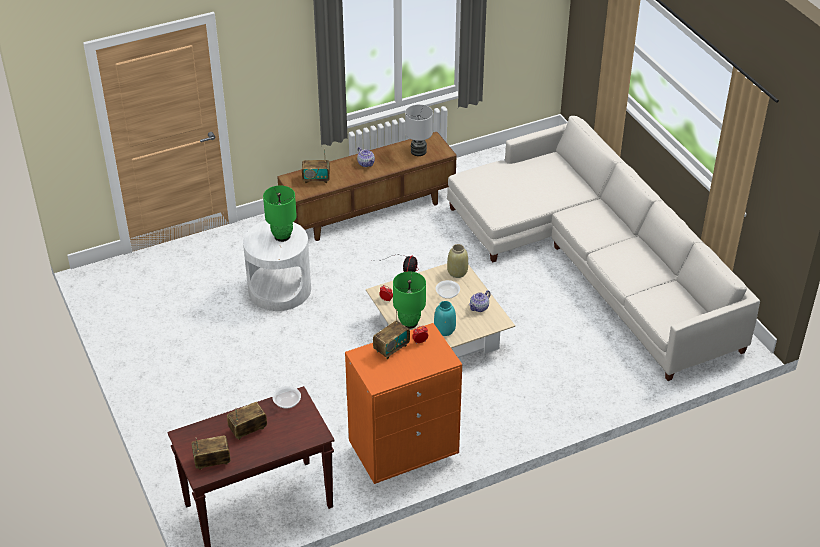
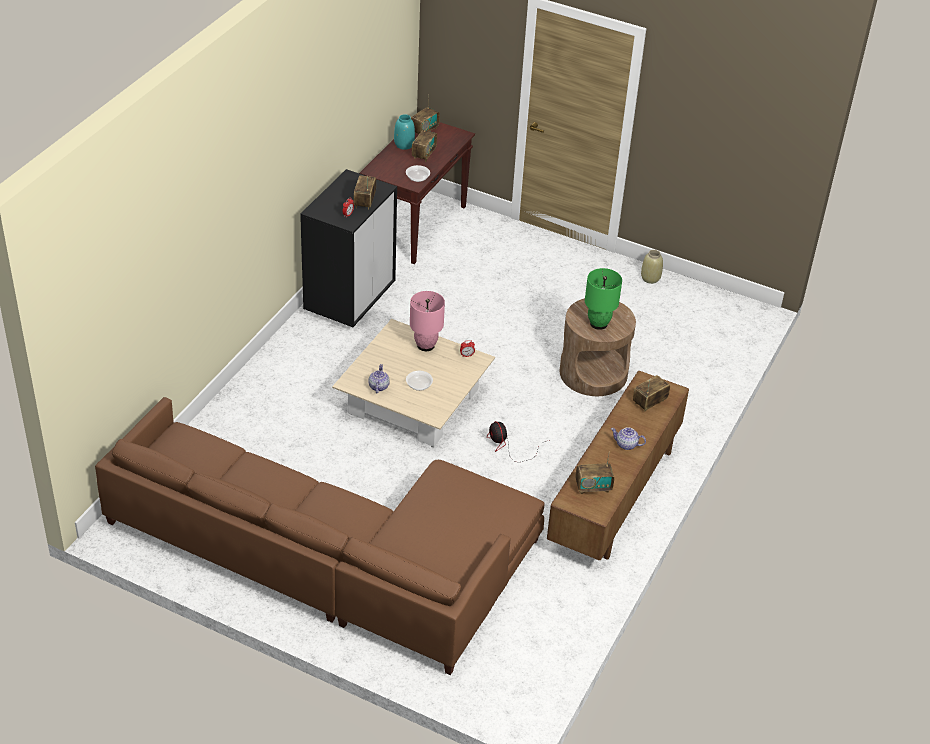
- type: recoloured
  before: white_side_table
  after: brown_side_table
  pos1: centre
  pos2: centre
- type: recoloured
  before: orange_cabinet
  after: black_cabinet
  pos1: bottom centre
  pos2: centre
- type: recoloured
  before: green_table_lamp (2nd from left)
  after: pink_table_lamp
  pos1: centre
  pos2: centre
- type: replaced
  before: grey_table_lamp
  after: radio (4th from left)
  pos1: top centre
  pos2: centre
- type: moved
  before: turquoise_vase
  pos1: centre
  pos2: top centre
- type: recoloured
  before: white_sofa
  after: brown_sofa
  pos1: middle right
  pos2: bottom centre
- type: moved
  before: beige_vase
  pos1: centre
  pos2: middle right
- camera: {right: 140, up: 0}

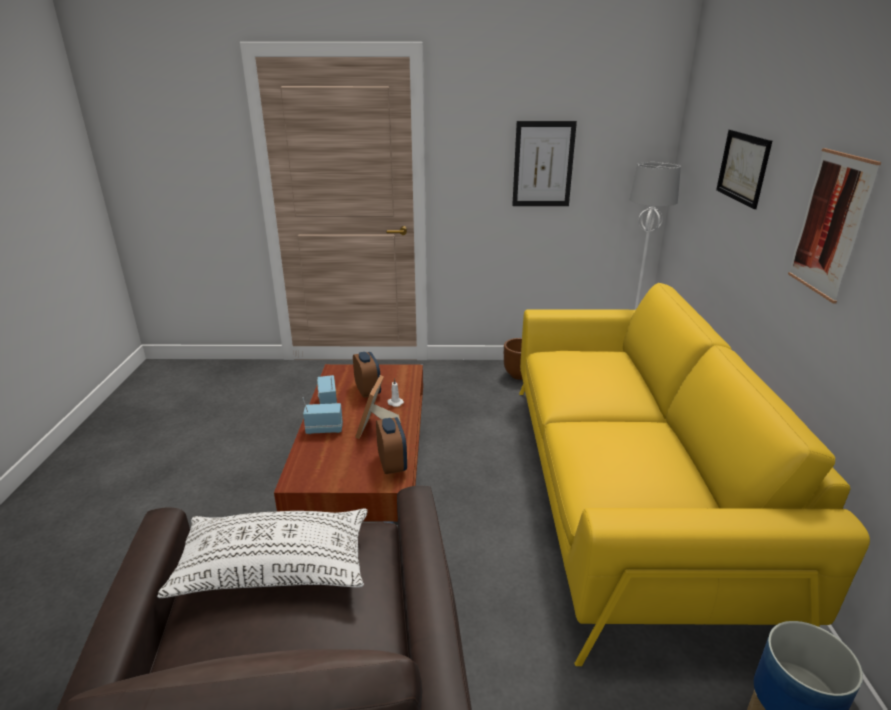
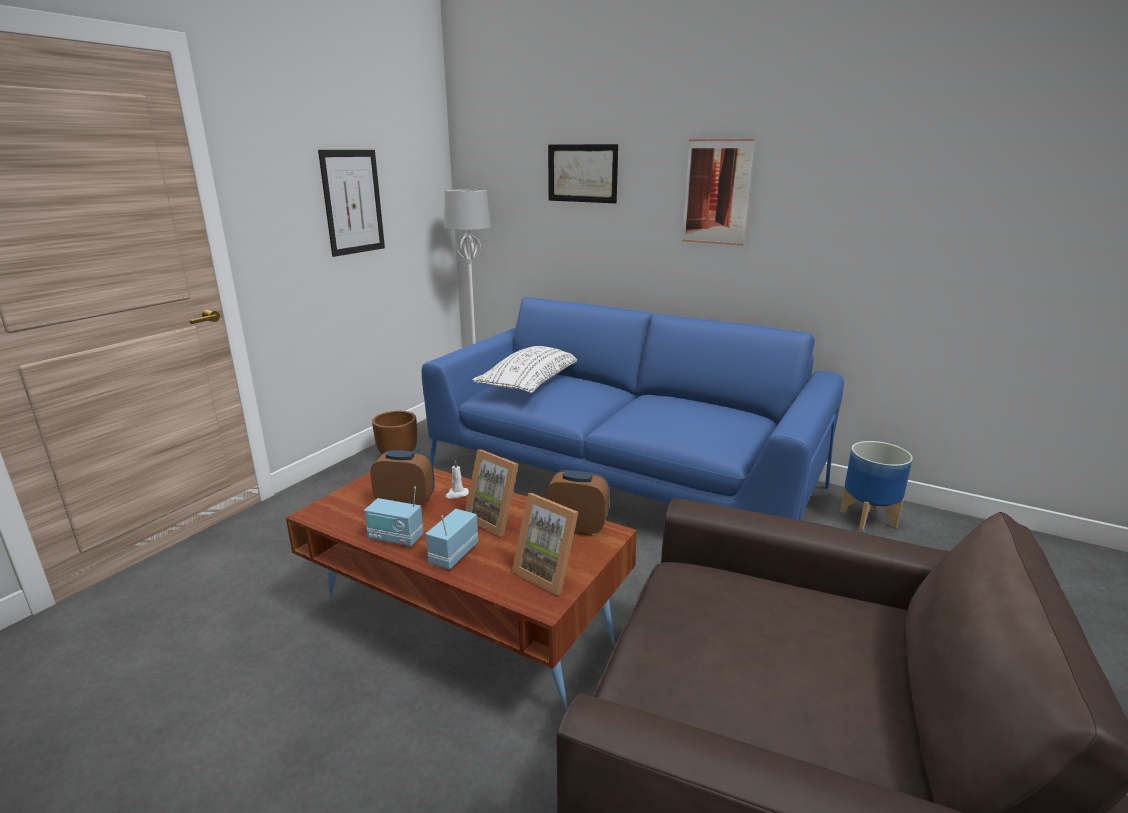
- type: moved
  before: white_pillow
  pos1: bottom left
  pos2: centre
- type: recoloured
  before: yellow_sofa
  after: blue_sofa
  pos1: bottom right
  pos2: centre
- type: added
  after: picture_frame (2nd from left)
  pos2: bottom centre
- camera: {right: -60, up: -5}

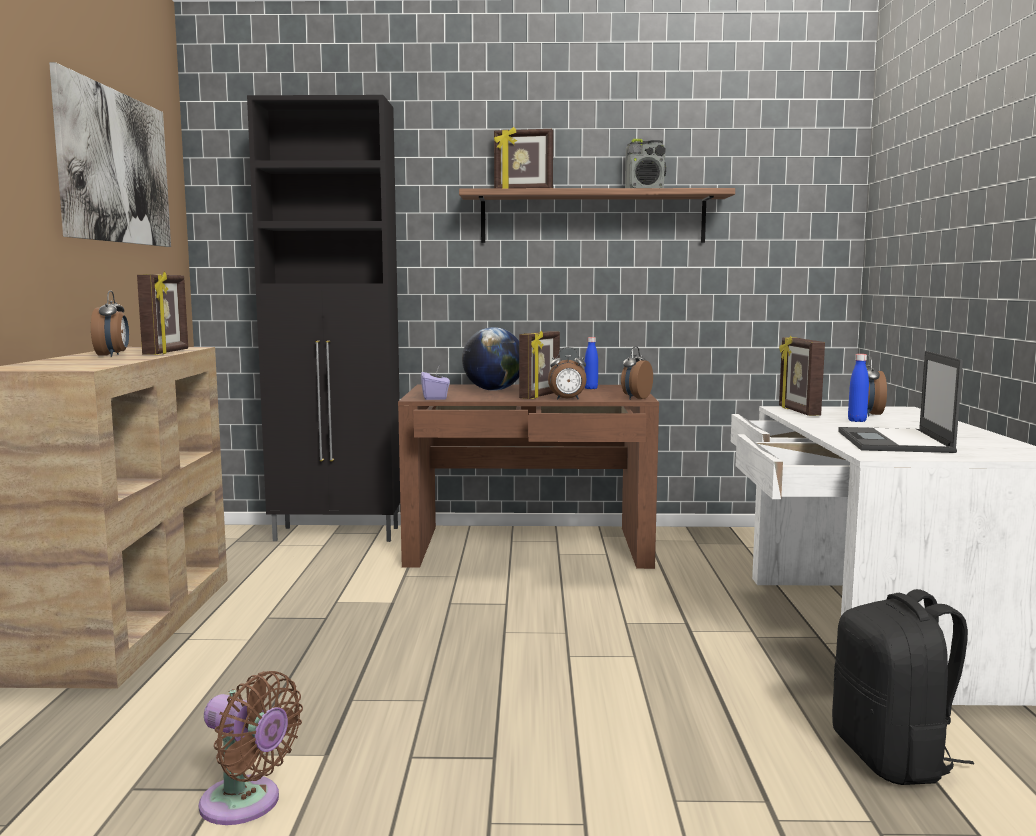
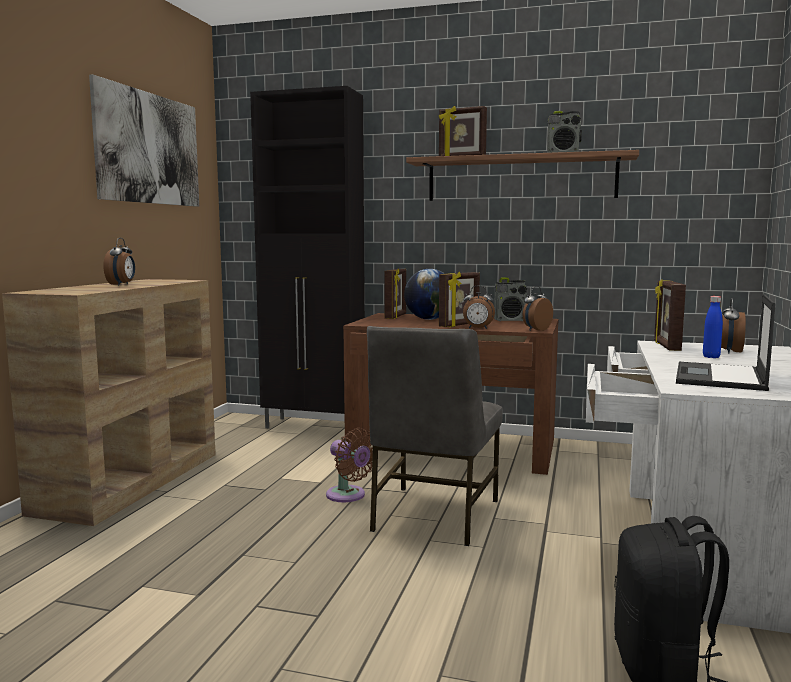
- type: moved
  before: picture_frame (1st from left)
  pos1: middle left
  pos2: centre
- type: moved
  before: brown_fan
  pos1: bottom left
  pos2: bottom centre
- type: removed
  before: purple_tissue_box
  pos1: centre
- type: replaced
  before: blue_bottle (1st from left)
  after: radio (1st from left)
  pos1: centre
  pos2: centre
- type: added
  after: grey_chair
  pos2: centre
- camera: {right: 15, up: 0}

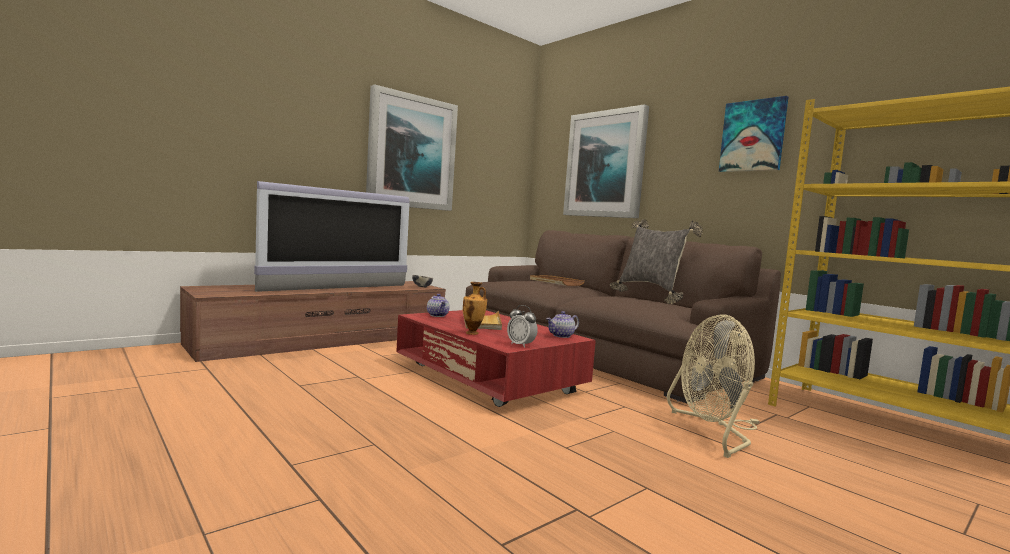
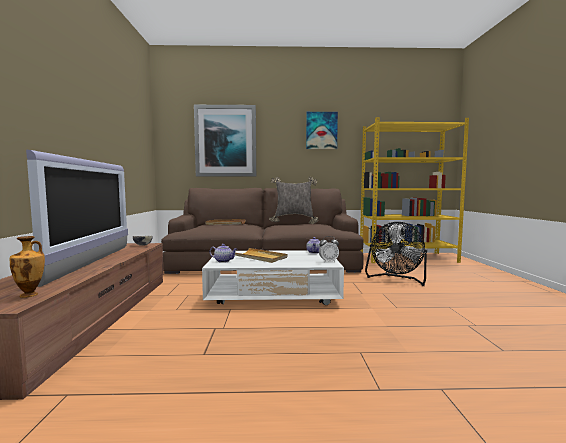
- type: removed
  before: picture (1st from left)
  pos1: top centre
- type: recoloured
  before: red_coffee_table
  after: white_coffee_table
  pos1: centre
  pos2: centre
- type: moved
  before: vase
  pos1: centre
  pos2: middle left
- type: recoloured
  before: beige_fan
  after: black_fan
  pos1: bottom right
  pos2: middle right
- camera: {right: -50, up: 0}

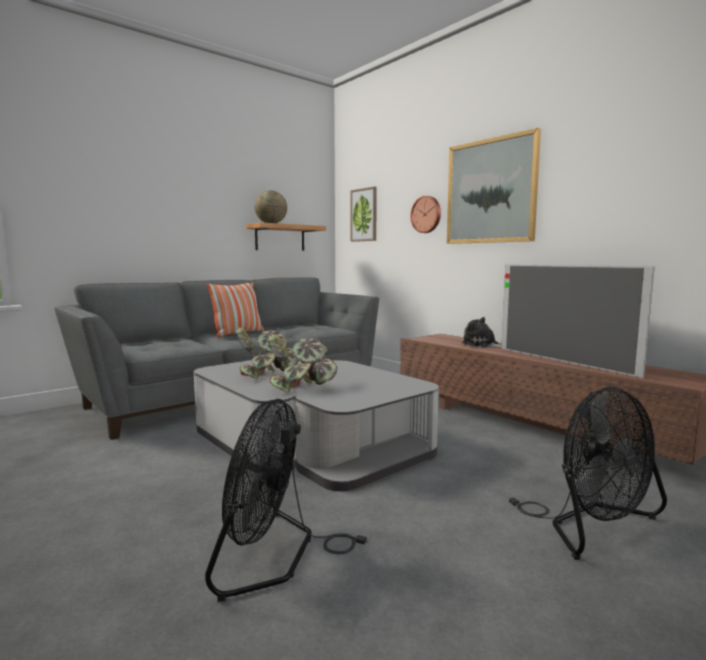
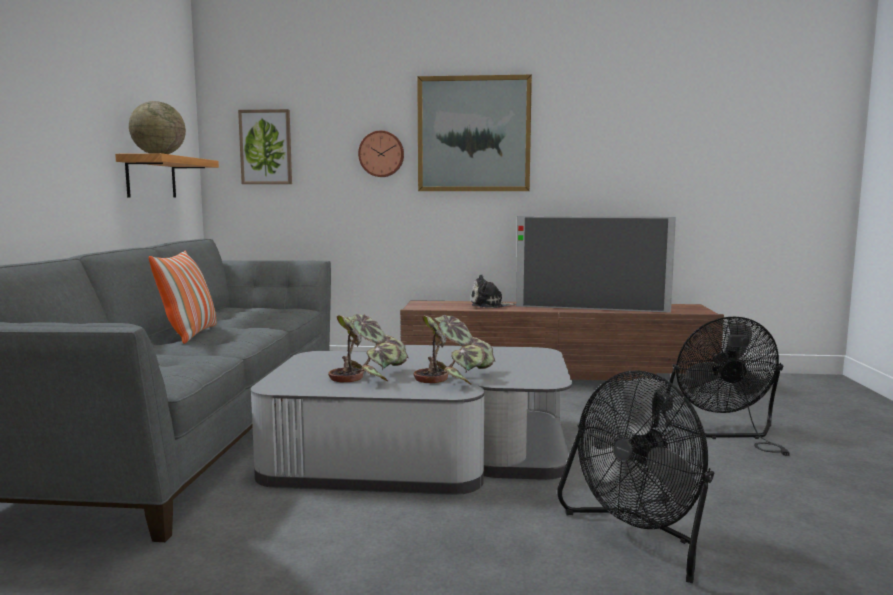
- type: turned
  before: black_fan (2nd from left)
  pos1: bottom right
  pos2: middle right
  turn: -105
- camera: {right: -45, up: 0}

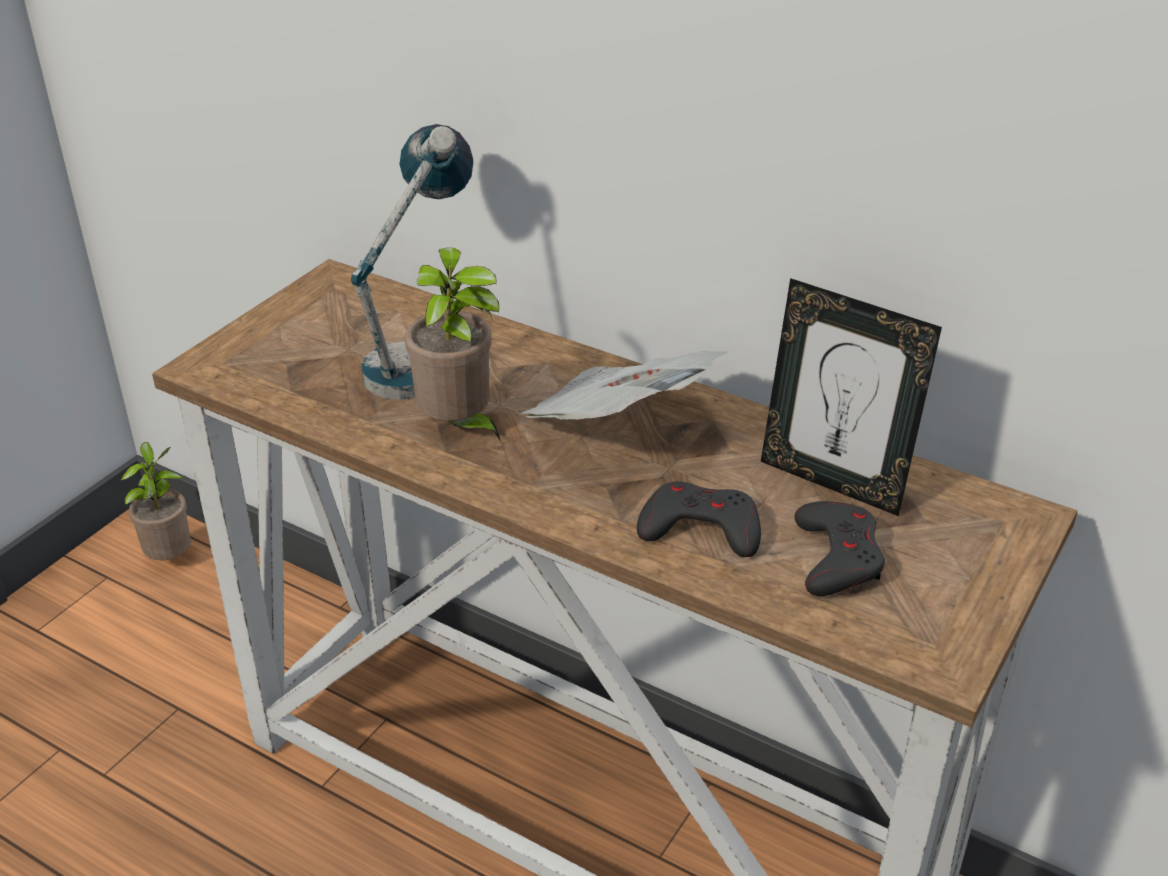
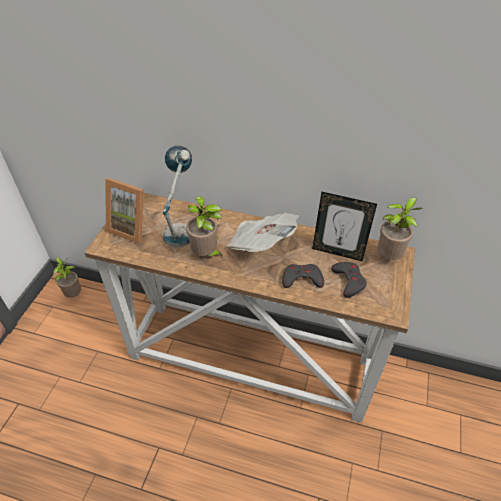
- type: added
  after: picture_frame (1st from left)
  pos2: middle left
- type: added
  after: potted_plant (3rd from left)
  pos2: middle right
- camera: {right: -15, up: 10}

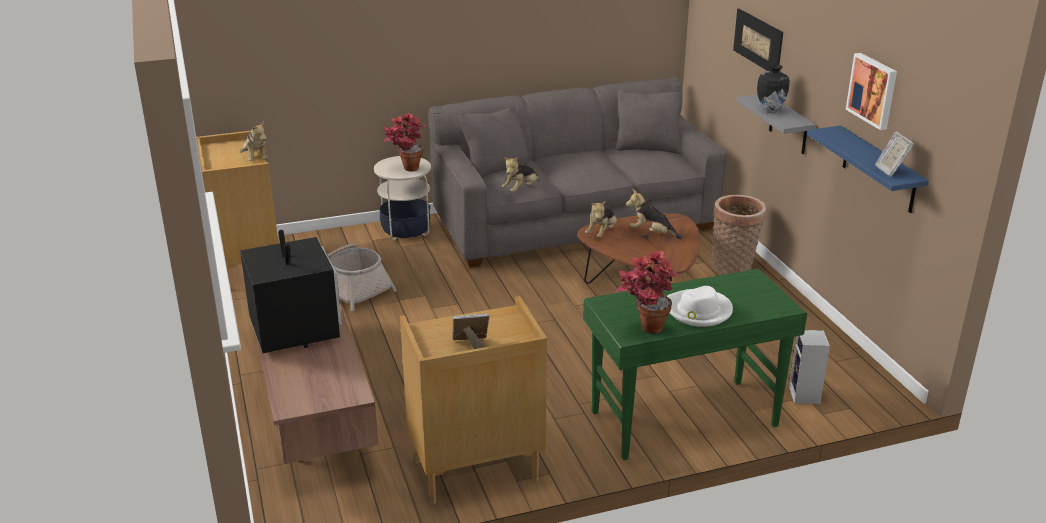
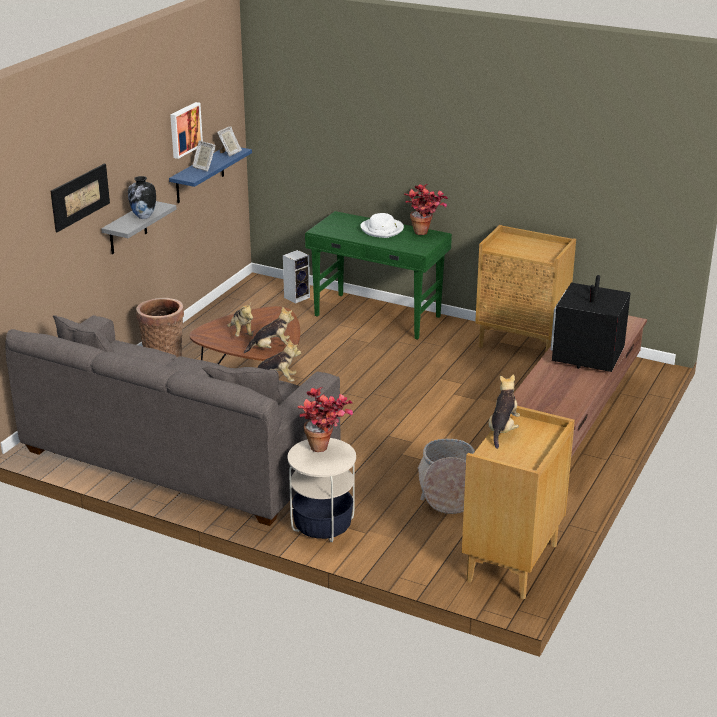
- type: moved
  before: picture_frame (1st from left)
  pos1: centre
  pos2: top left
- camera: {right: -135, up: 0}

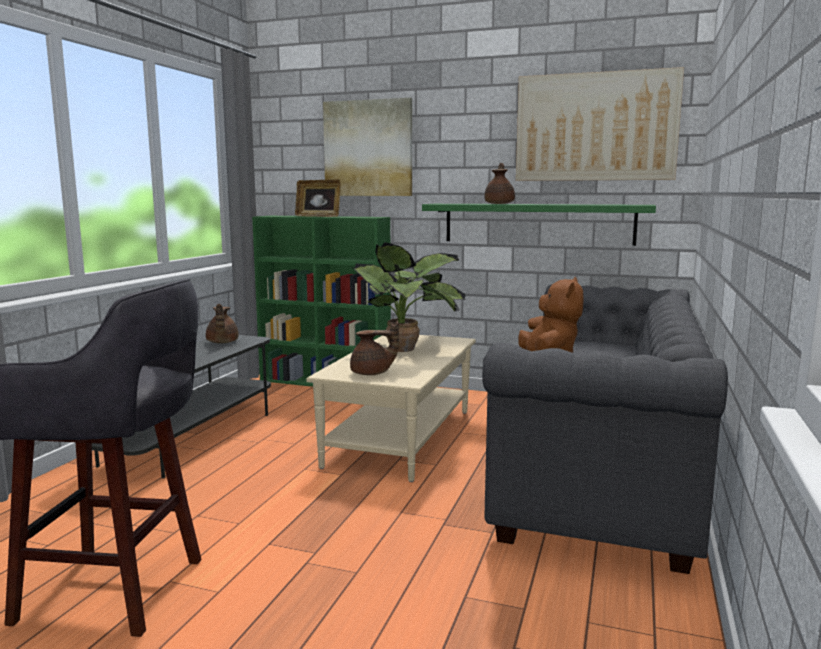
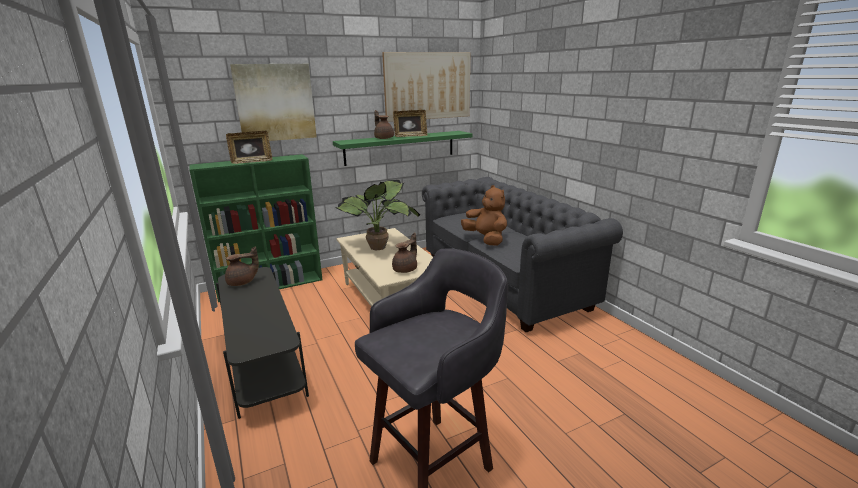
- type: turned
  before: brown_teapot (1st from left)
  pos1: middle left
  pos2: middle left
  turn: -60
- type: added
  after: picture_frame (2nd from left)
  pos2: top centre
- camera: {right: -45, up: 10}

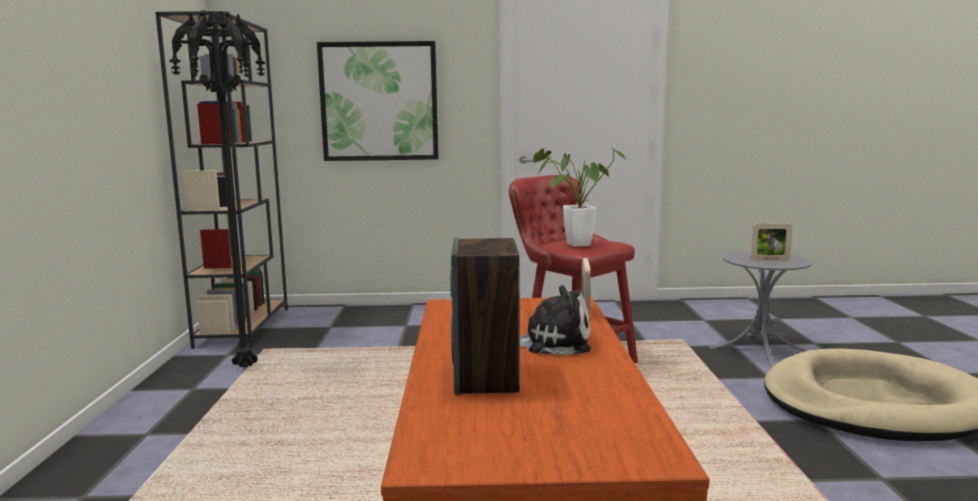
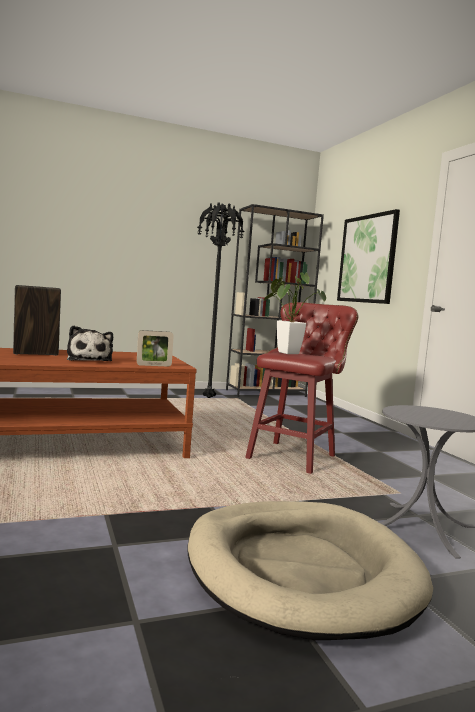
- type: removed
  before: picture_frame (2nd from left)
  pos1: middle right
- camera: {right: 70, up: -5}

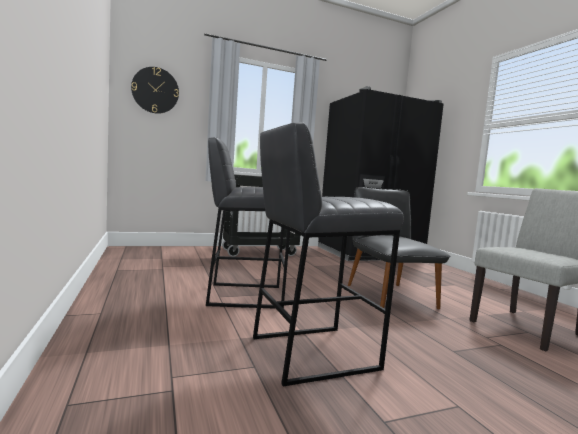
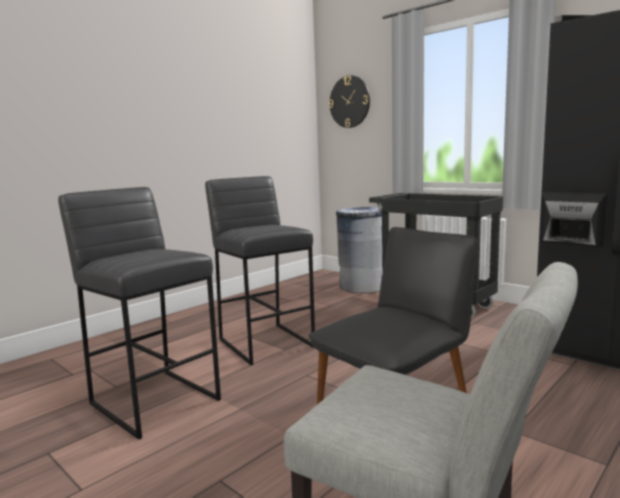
- type: added
  after: grey_trash_can
  pos2: centre
- camera: {right: 65, up: 5}

